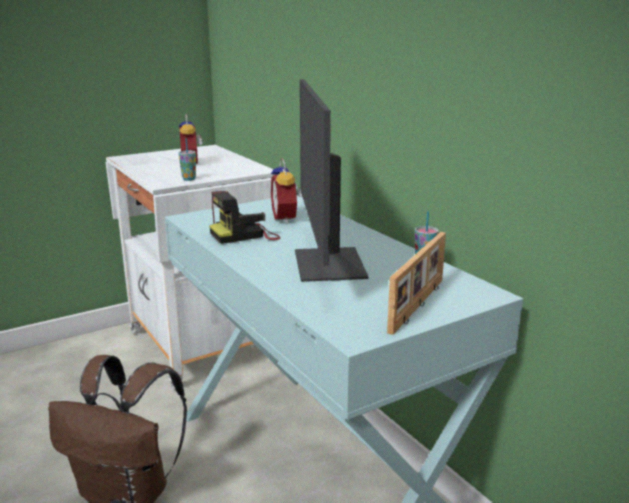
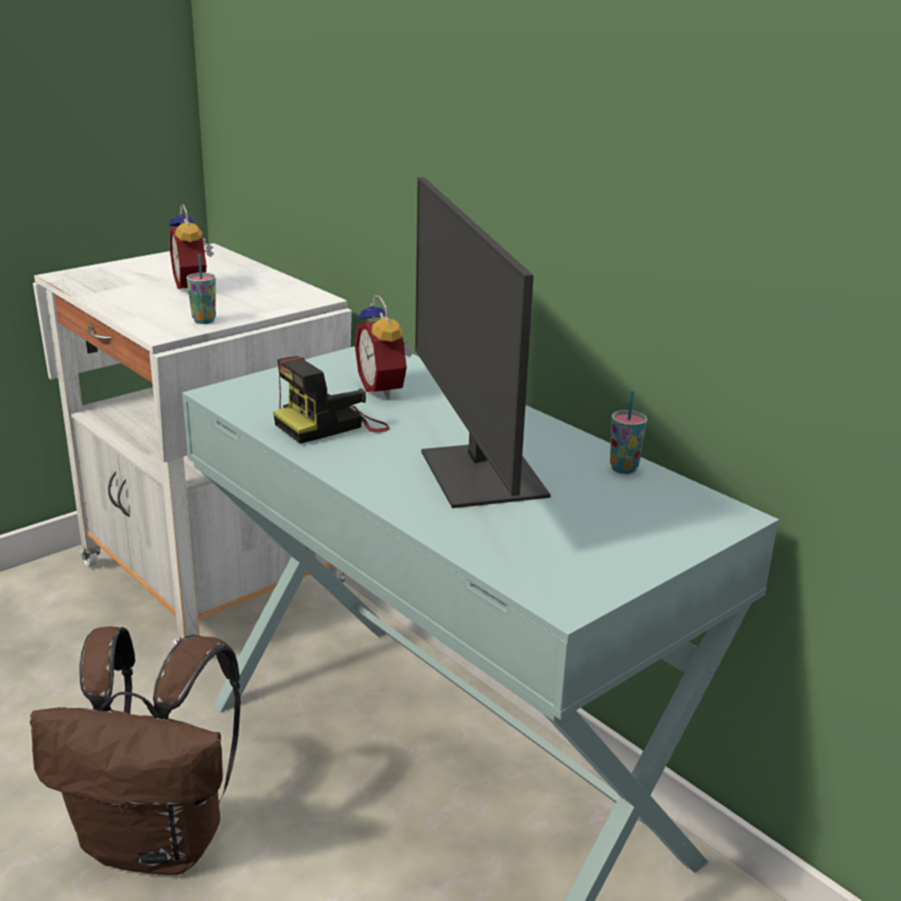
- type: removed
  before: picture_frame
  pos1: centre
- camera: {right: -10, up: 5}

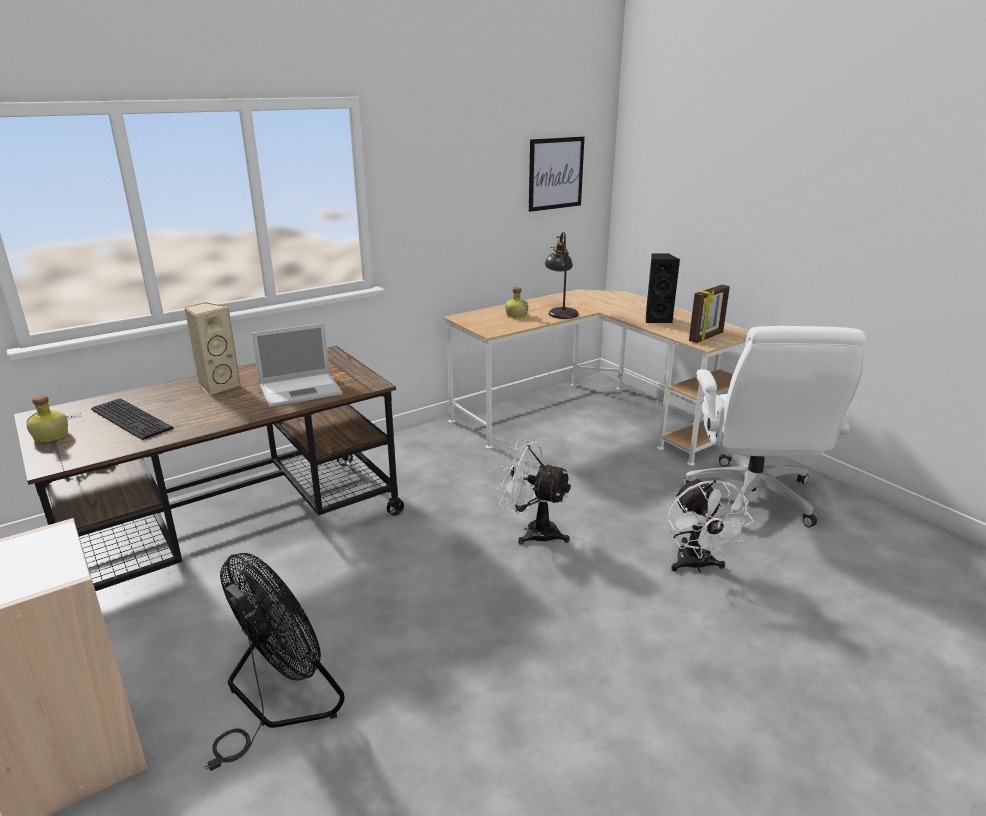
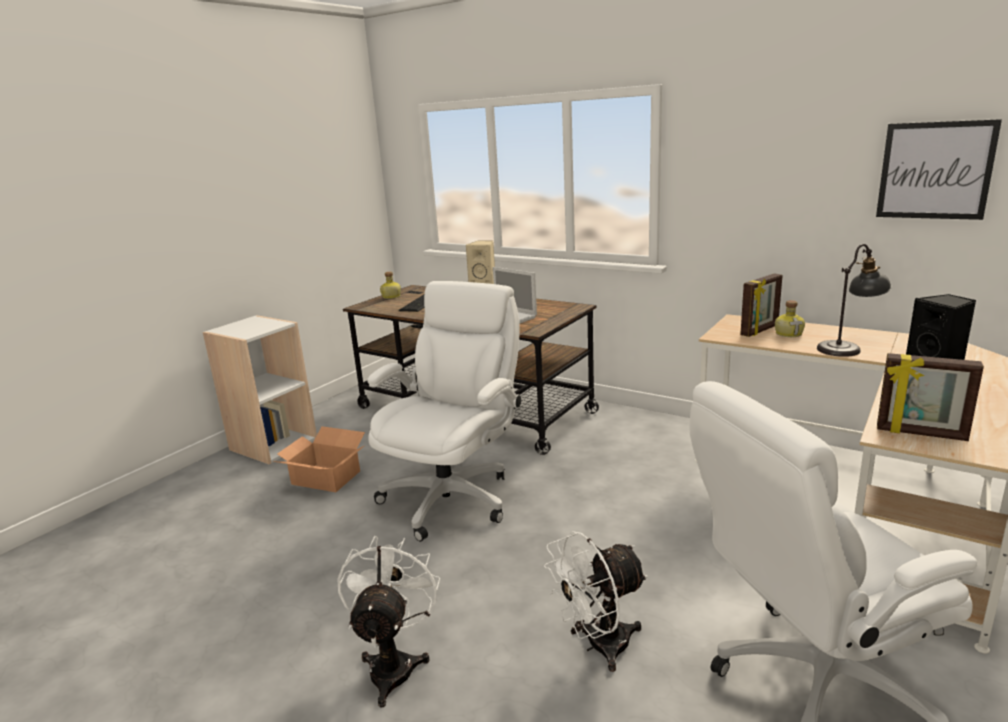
- type: replaced
  before: black_fan
  after: cardboard_box
  pos1: bottom left
  pos2: middle left
- type: moved
  before: white_fan (1st from left)
  pos1: centre
  pos2: bottom centre
- type: added
  after: white_office_chair (1st from left)
  pos2: centre
- type: added
  after: picture_frame (1st from left)
  pos2: middle right
- camera: {right: 70, up: -5}

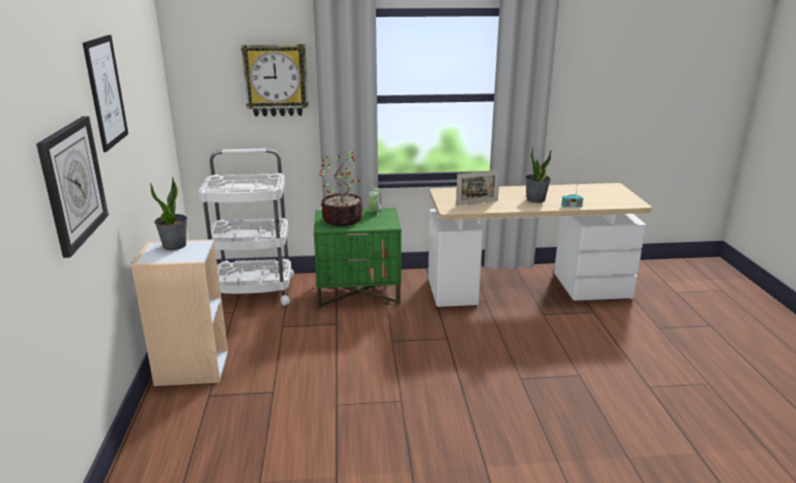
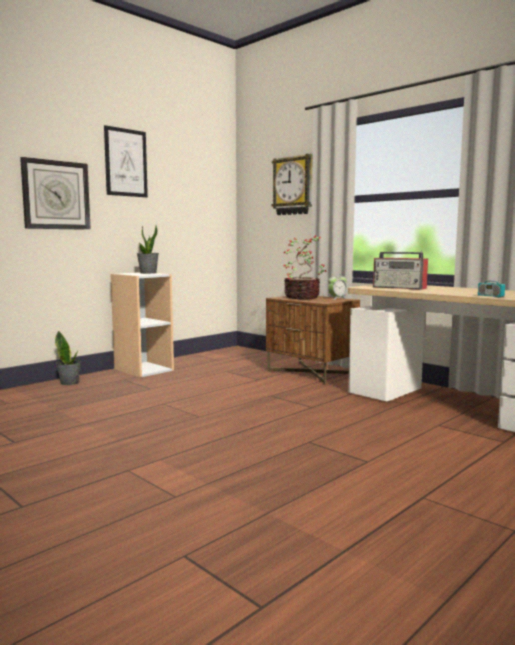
- type: removed
  before: white_cart
  pos1: middle left
- type: recoloured
  before: green_nightstand
  after: brown_nightstand
  pos1: centre
  pos2: centre
- type: replaced
  before: picture_frame
  after: radio (1st from left)
  pos1: centre
  pos2: middle right
- type: moved
  before: potted_plant (3rd from left in the first image)
  after: potted_plant (1st from left)
  pos1: middle right
  pos2: middle left
- camera: {right: 50, up: -15}

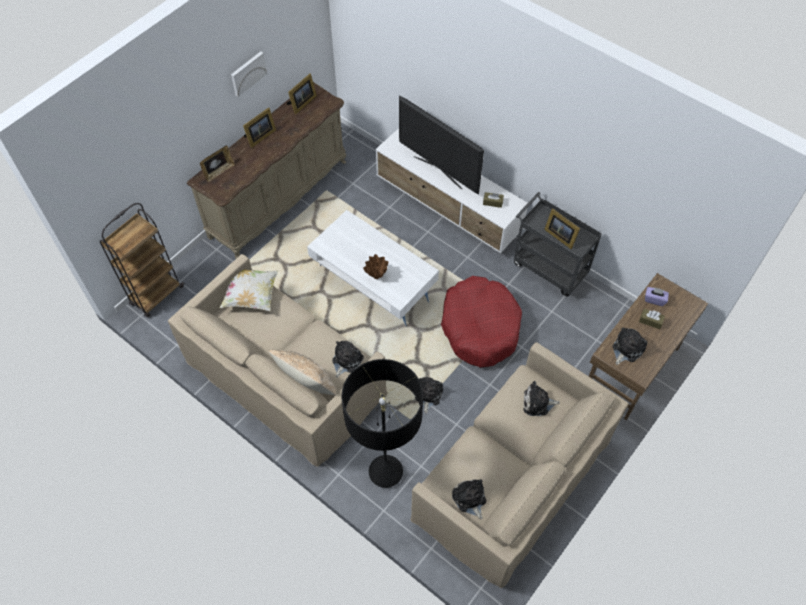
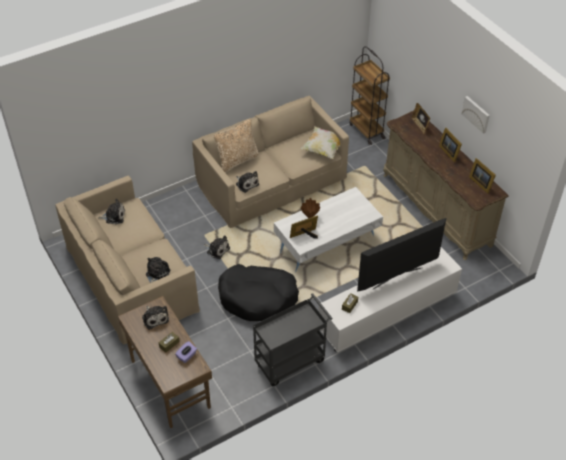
- type: removed
  before: black_floor_lamp
  pos1: bottom centre
- type: recoloured
  before: red_dog_bed
  after: black_dog_bed
  pos1: centre
  pos2: centre
- type: moved
  before: picture_frame (4th from left in the first image)
  after: picture_frame (1st from left)
  pos1: middle right
  pos2: centre
- camera: {right: 110, up: -10}

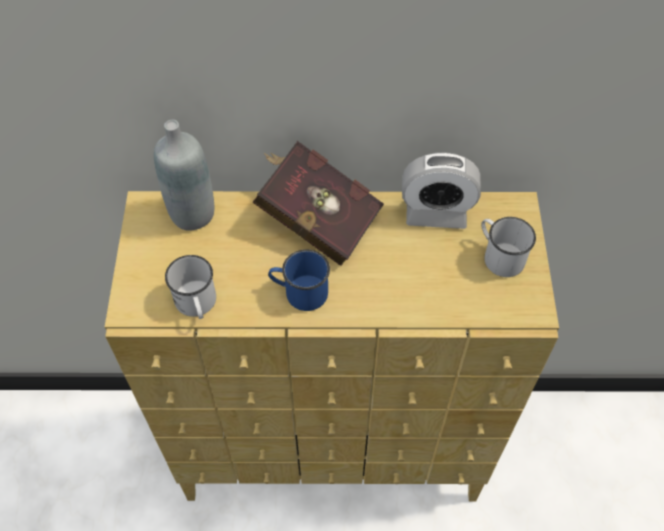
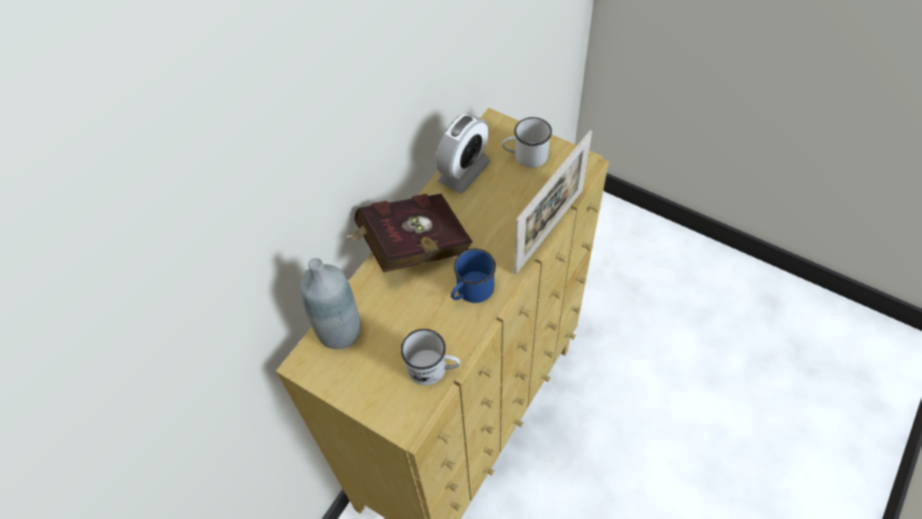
- type: added
  after: picture_frame
  pos2: centre
- camera: {right: -55, up: 0}

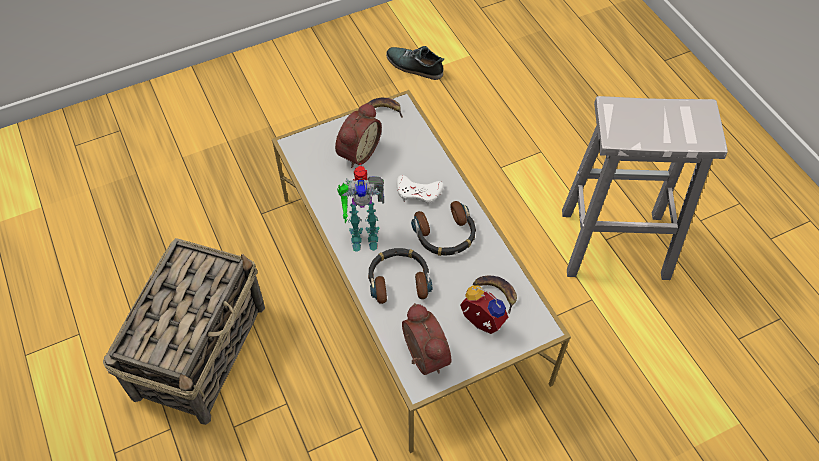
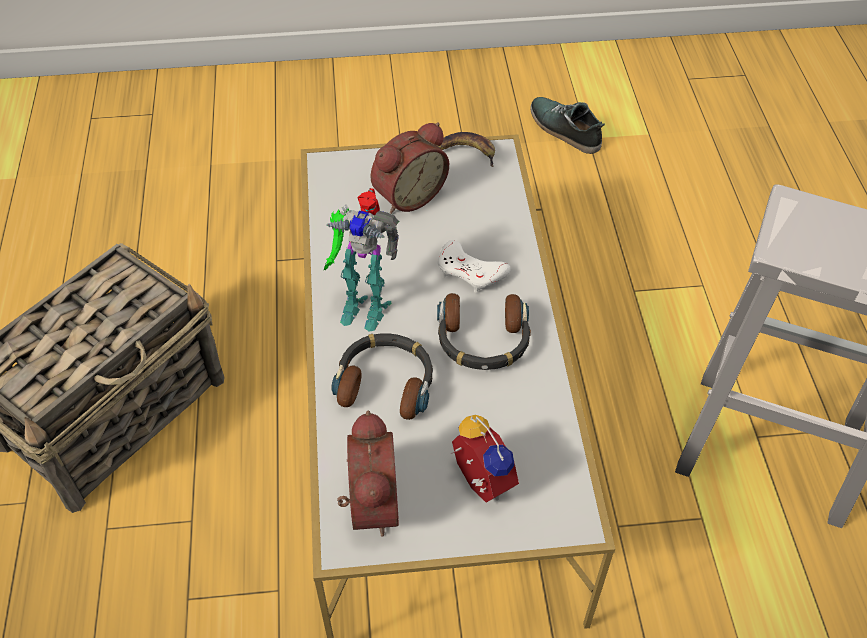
- type: removed
  before: banana (2nd from left)
  pos1: centre
- camera: {right: 20, up: -5}

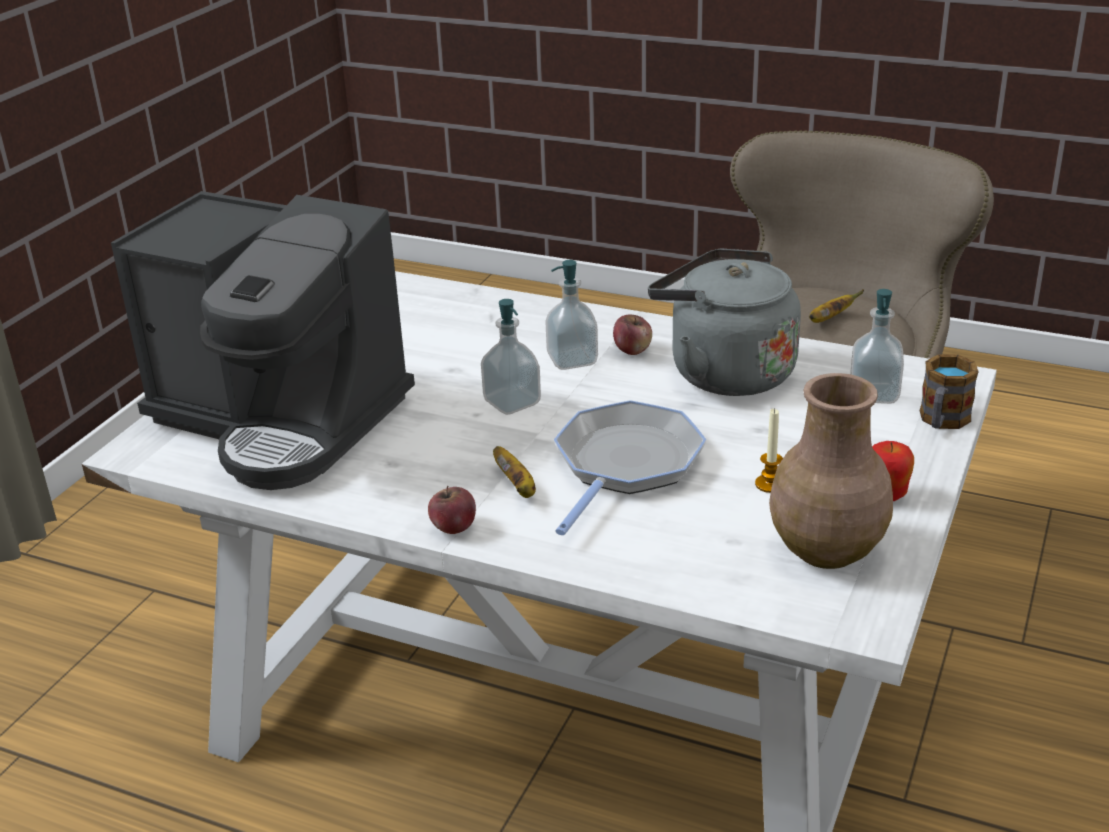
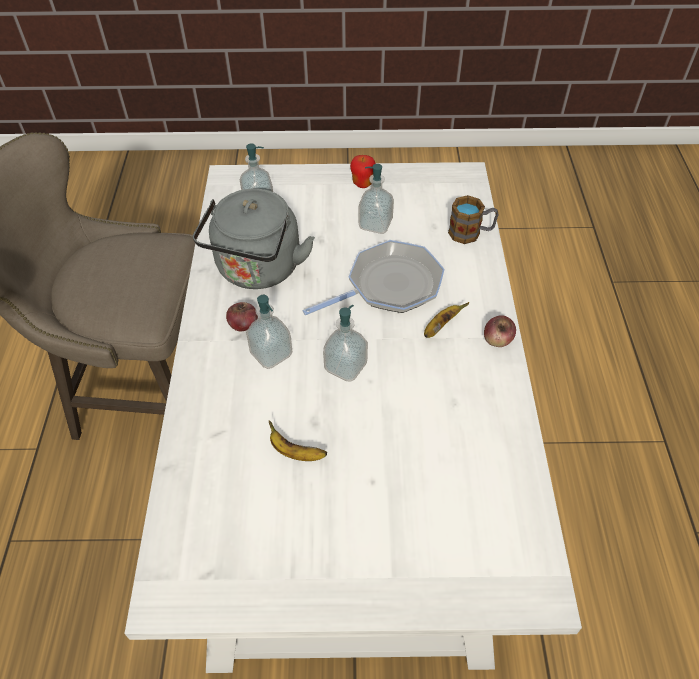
- type: removed
  before: coffee_machine
  pos1: middle left
- type: turned
  before: frying_pan
  pos1: centre
  pos2: centre
  turn: 150
- type: replaced
  before: candle
  after: soap_dispenser (4th from left)
  pos1: middle right
  pos2: top centre
- type: removed
  before: brown_vase
  pos1: middle right
- type: moved
  before: banana (2nd from left in the first image)
  after: banana (1st from left)
  pos1: middle right
  pos2: centre
- type: moved
  before: mug
  pos1: middle right
  pos2: top right
- camera: {right: -115, up: 20}

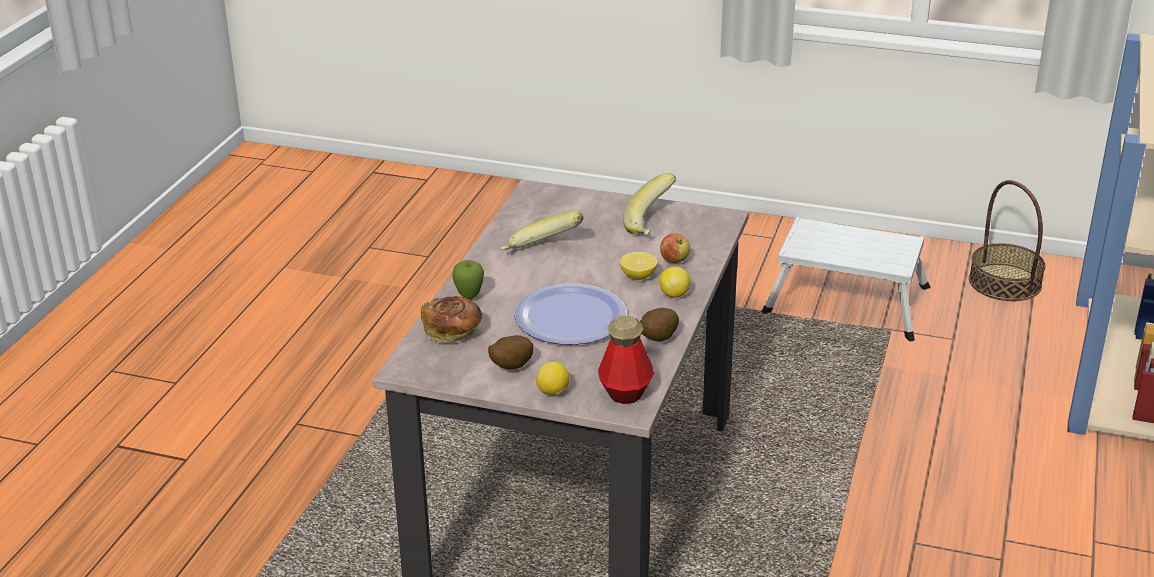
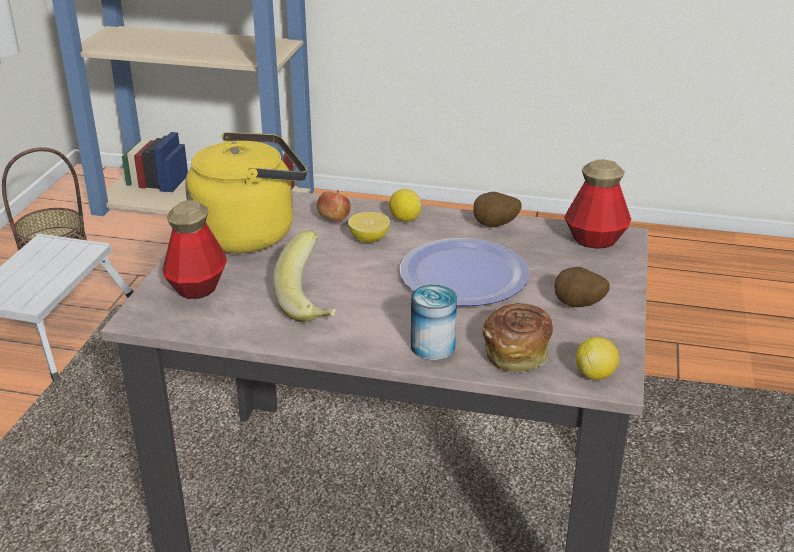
- type: replaced
  before: apple (1st from left)
  after: can
  pos1: centre
  pos2: centre
- type: moved
  before: lemon (1st from left in the first image)
  after: lemon (3rd from left)
  pos1: centre
  pos2: middle right
- type: replaced
  before: banana (2nd from left)
  after: yellow_kettle
  pos1: centre
  pos2: middle left
- type: added
  after: bottle (1st from left)
  pos2: middle left
- camera: {right: -95, up: 0}

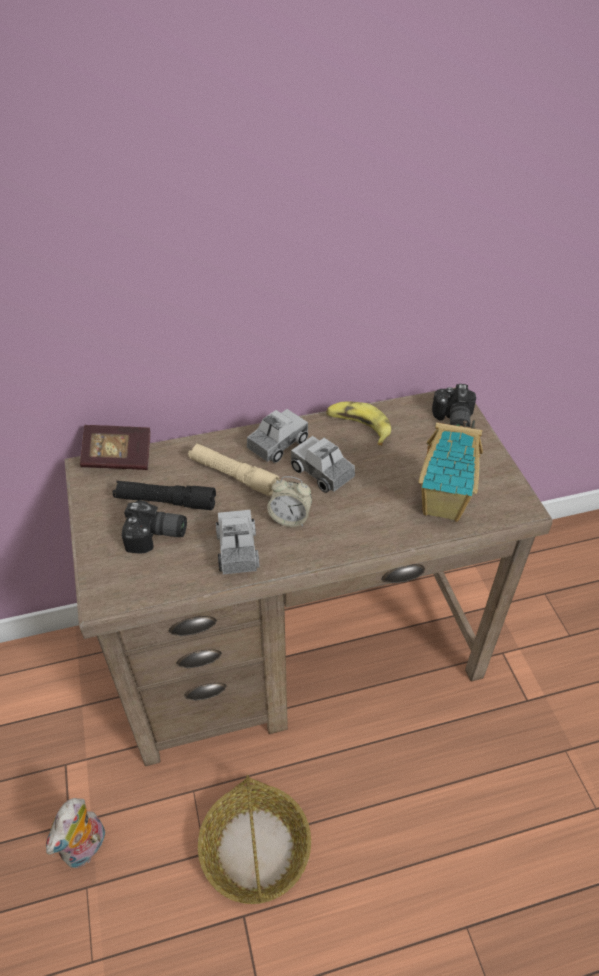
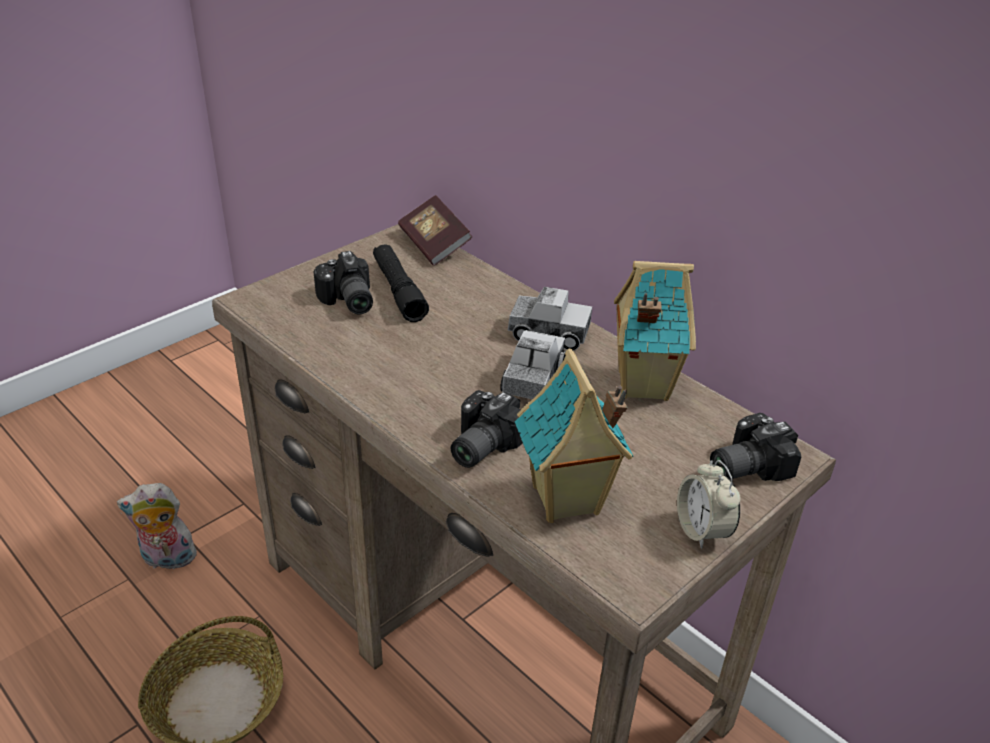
- type: removed
  before: beige_flashlight
  pos1: centre
- type: removed
  before: toy_truck (1st from left)
  pos1: centre
- type: moved
  before: alarm_clock
  pos1: centre
  pos2: bottom right
- type: replaced
  before: banana
  after: toy_house (2nd from left)
  pos1: centre
  pos2: centre
- type: added
  after: photo_camera (2nd from left)
  pos2: centre
- camera: {right: 60, up: -10}

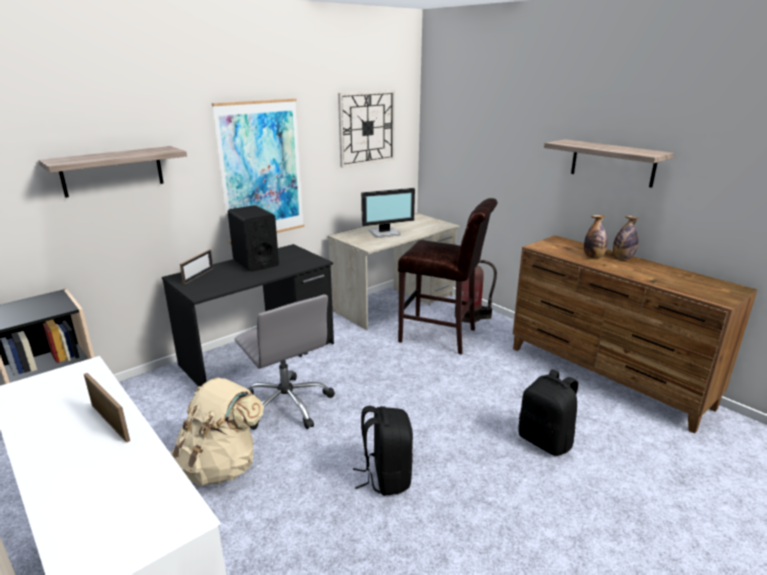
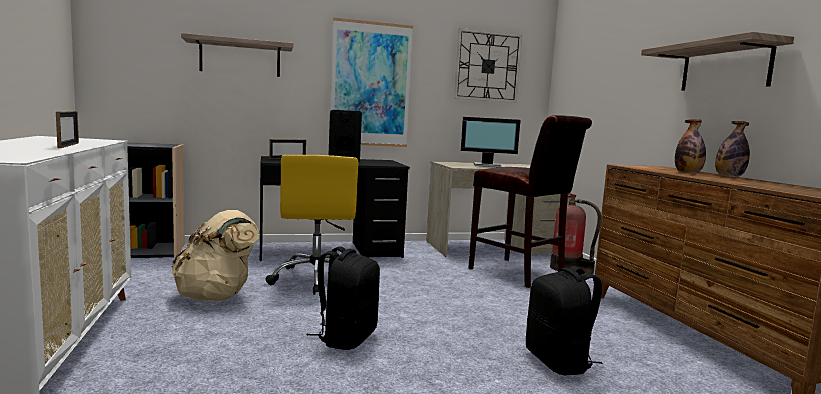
- type: recoloured
  before: grey_office_chair
  after: yellow_office_chair
  pos1: centre
  pos2: centre
- camera: {right: 25, up: -15}

